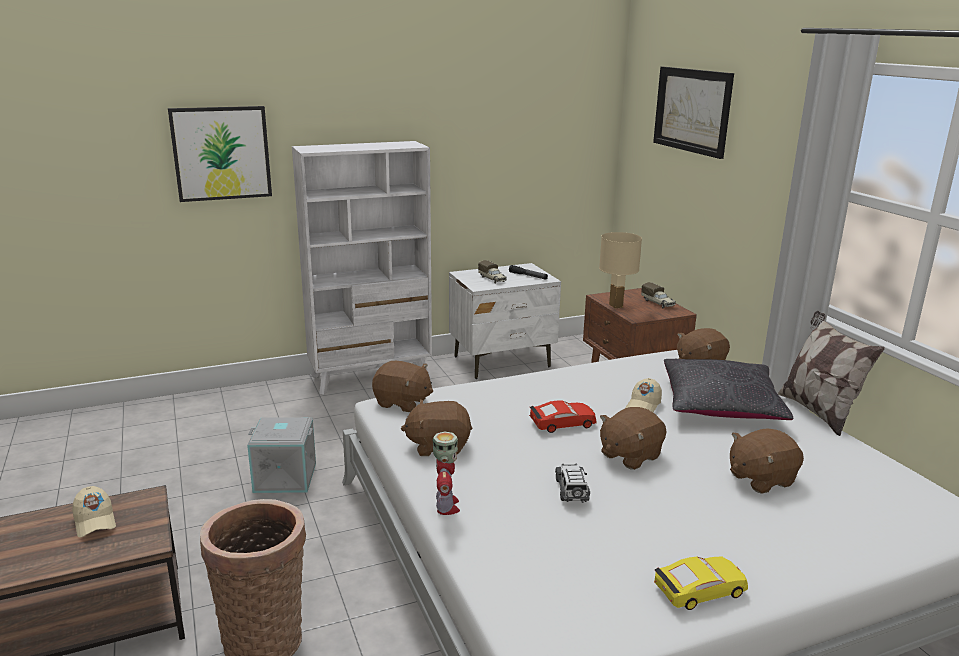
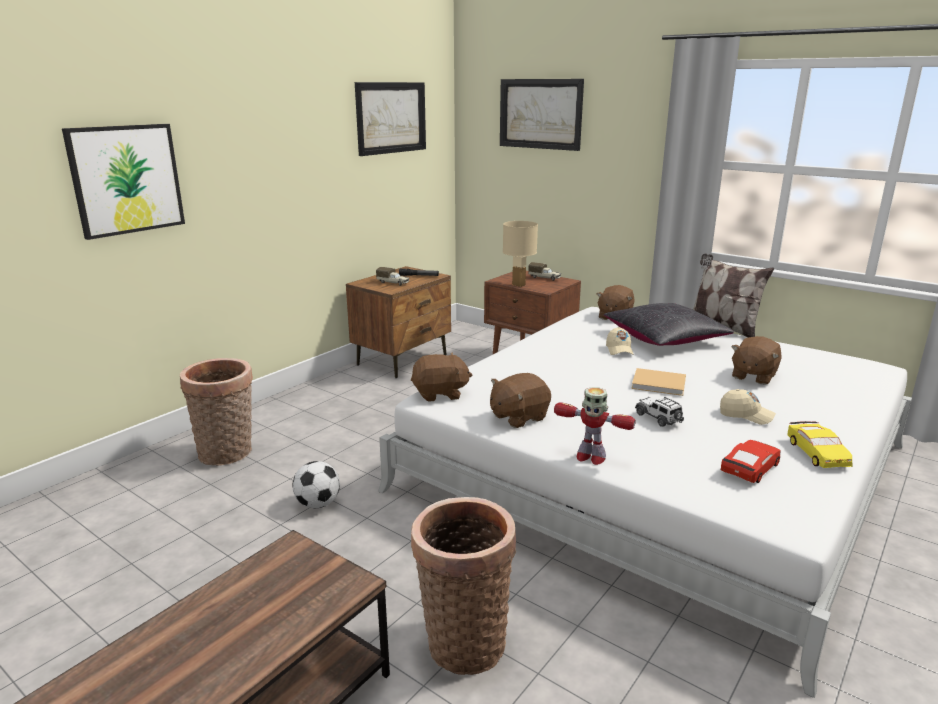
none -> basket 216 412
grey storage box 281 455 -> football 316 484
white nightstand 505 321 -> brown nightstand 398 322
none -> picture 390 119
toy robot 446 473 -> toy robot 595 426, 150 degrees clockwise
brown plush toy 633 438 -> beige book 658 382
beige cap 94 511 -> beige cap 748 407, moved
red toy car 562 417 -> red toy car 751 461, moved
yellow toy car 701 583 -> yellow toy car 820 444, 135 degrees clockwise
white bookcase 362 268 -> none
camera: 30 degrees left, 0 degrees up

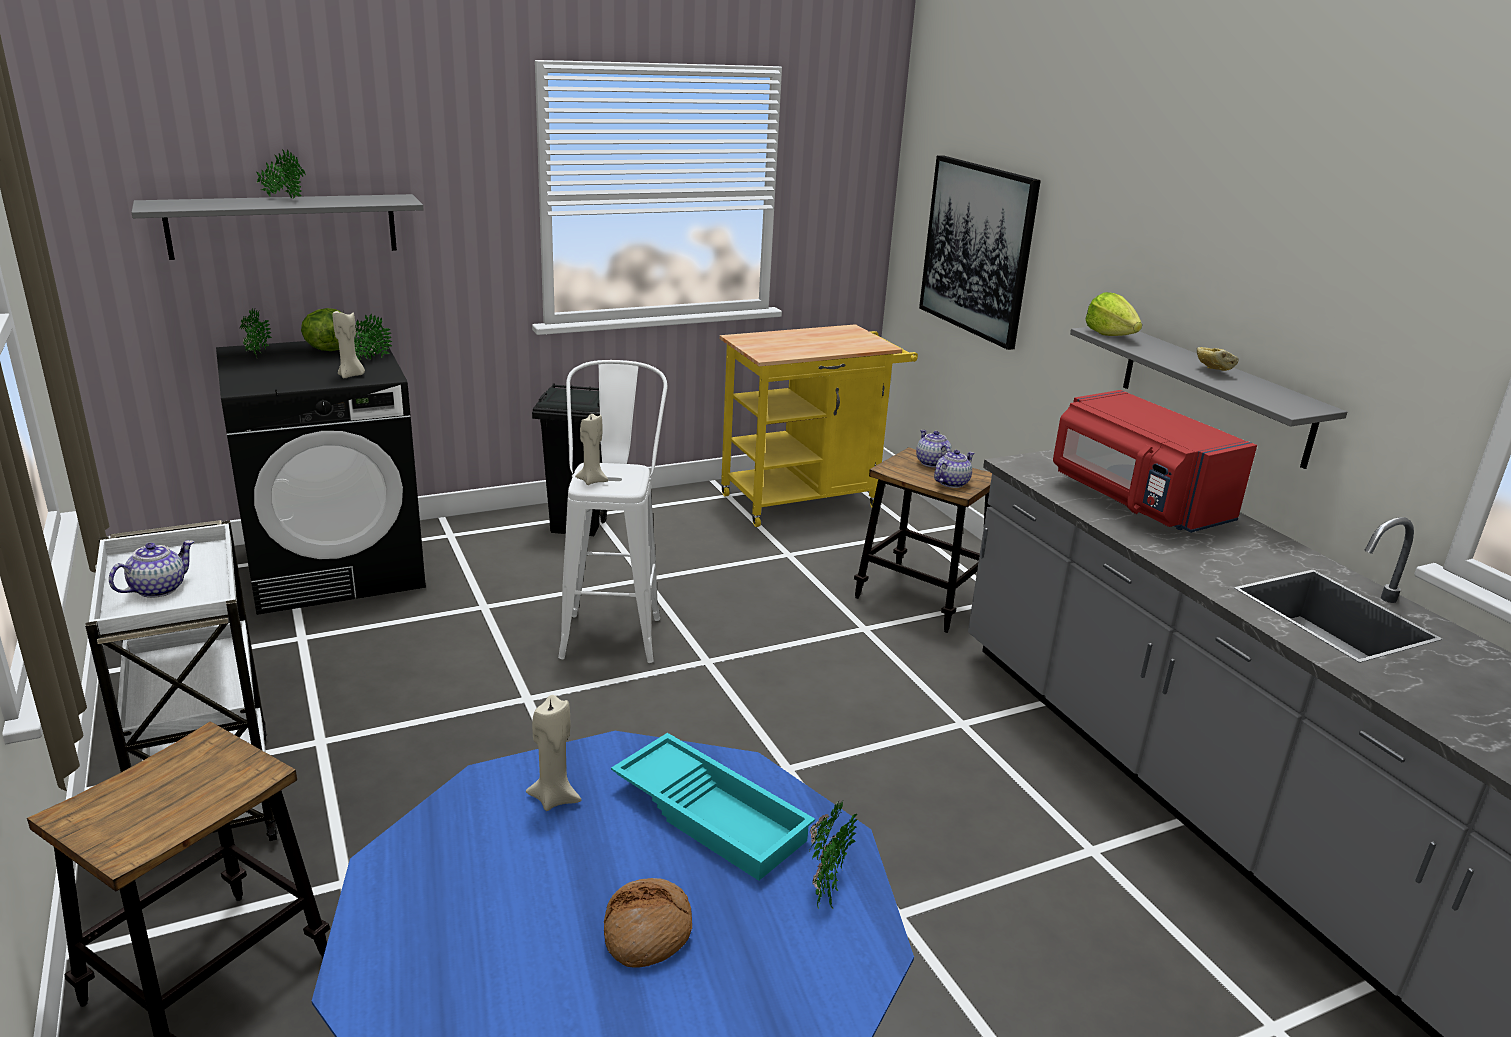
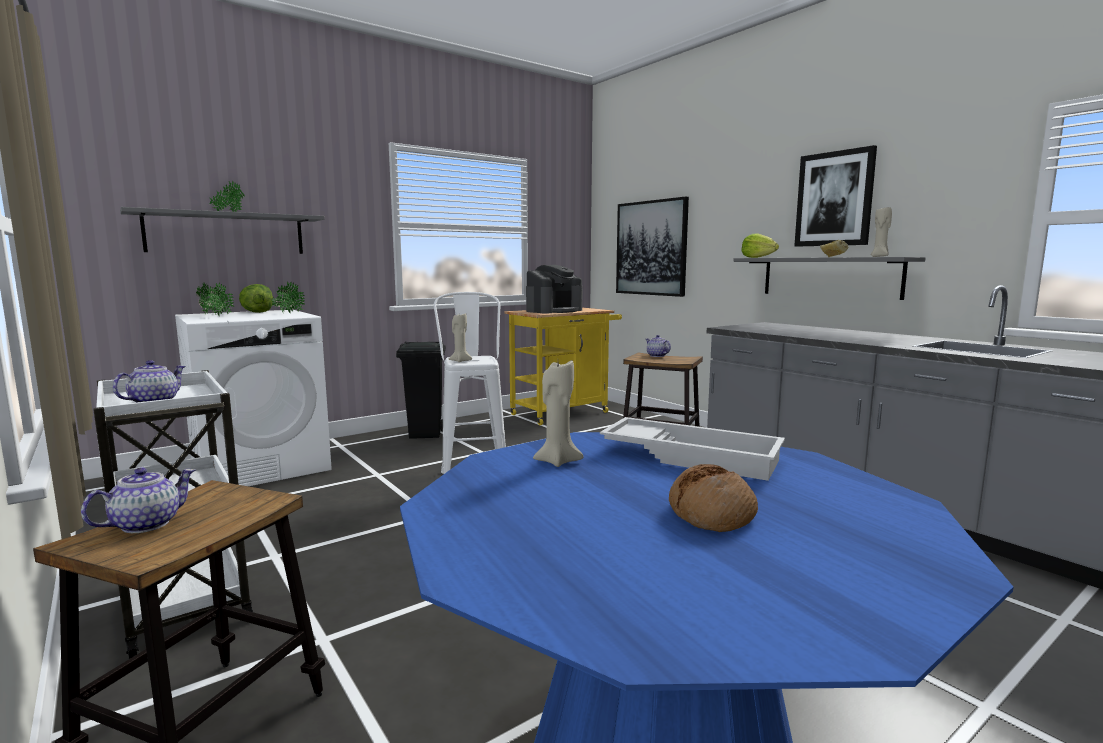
teapot 954 469 -> teapot 138 500, moved
black washing machine 321 475 -> white washing machine 253 398
potted plant 833 854 -> potted plant 219 299, moved
none -> coffee machine 554 289
turquoise tray 713 807 -> white tray 692 449
none -> picture 835 196
beige candle 348 344 -> beige candle 881 232, moved
red microwave 1155 461 -> none
camera: 10 degrees left, 15 degrees down

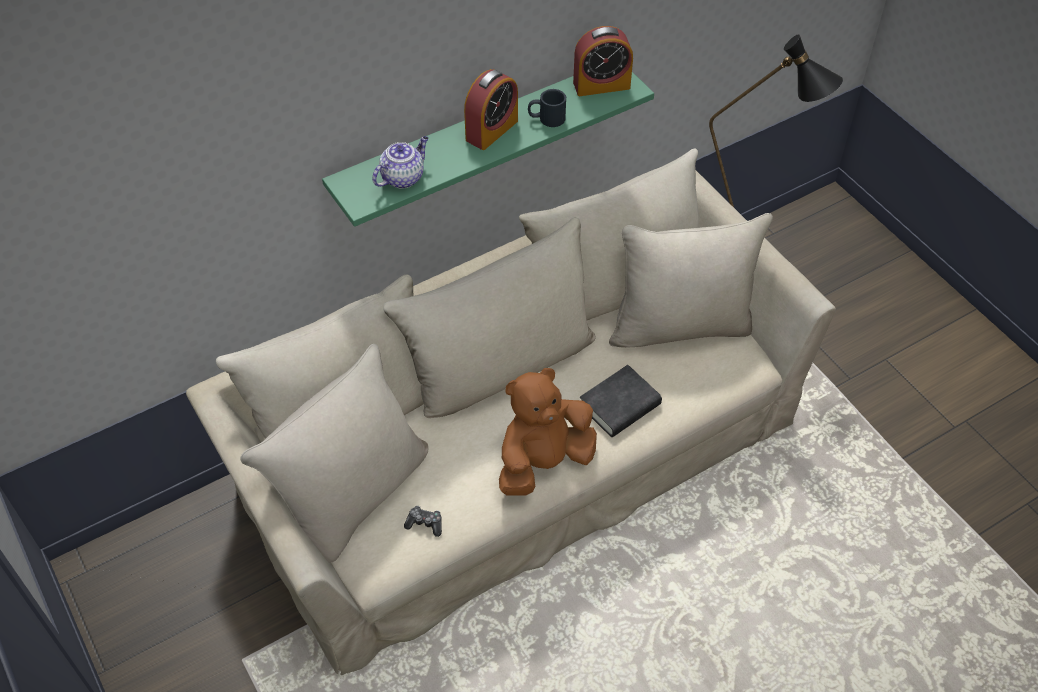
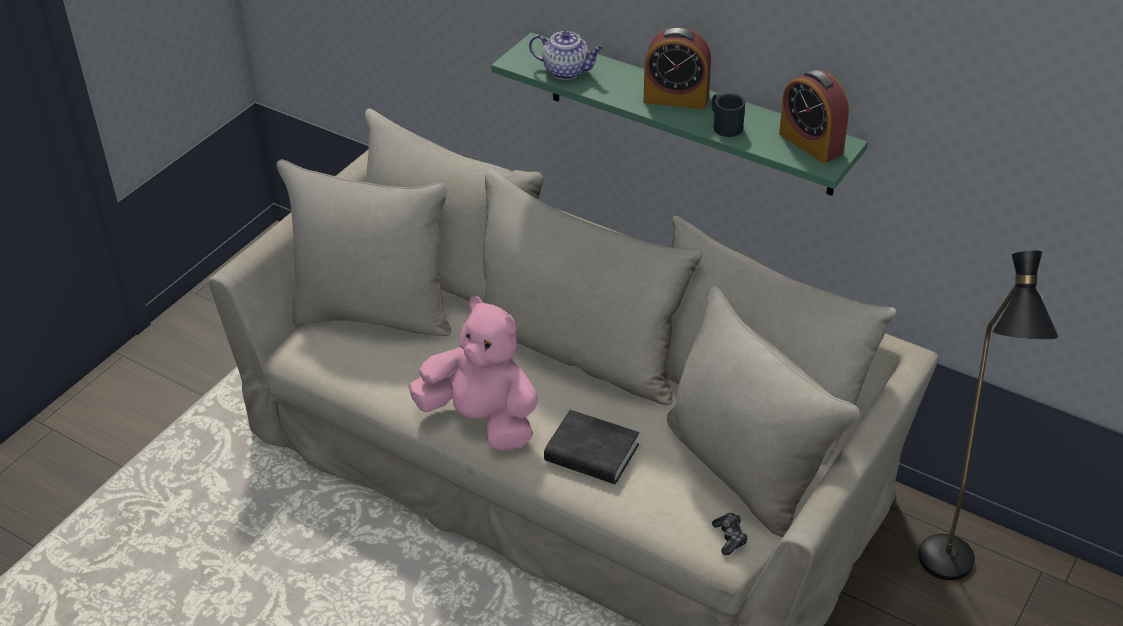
brown plush toy 548 432 -> pink plush toy 472 373
game controller 423 521 -> game controller 730 534, moved
camera: 65 degrees right, 10 degrees down

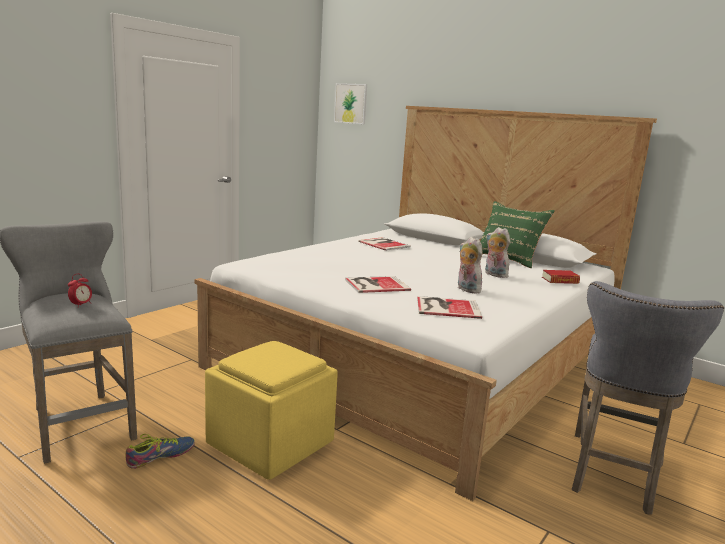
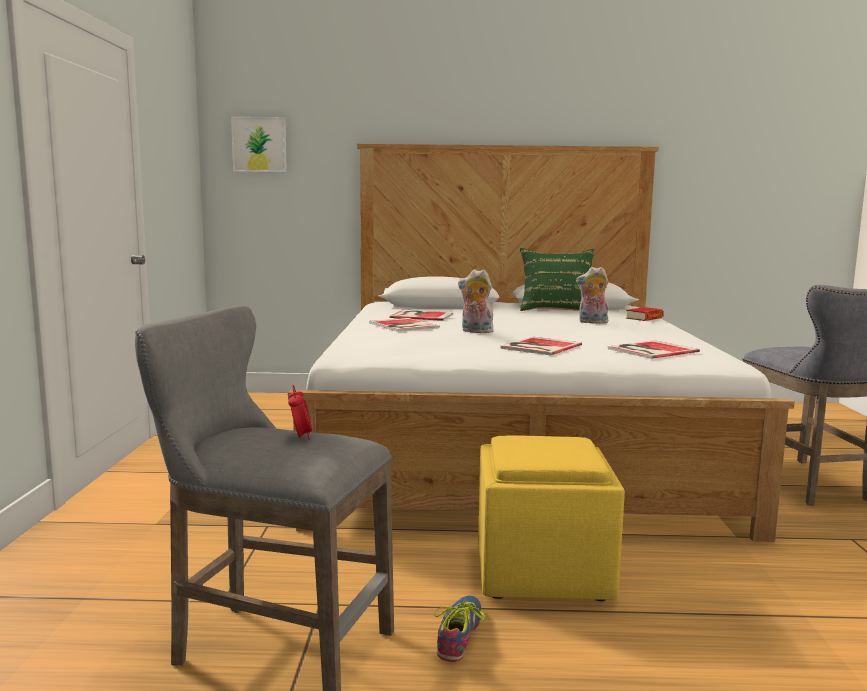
none -> book 404 325
plush toy 470 265 -> plush toy 476 301, moved
camera: 35 degrees left, 5 degrees down

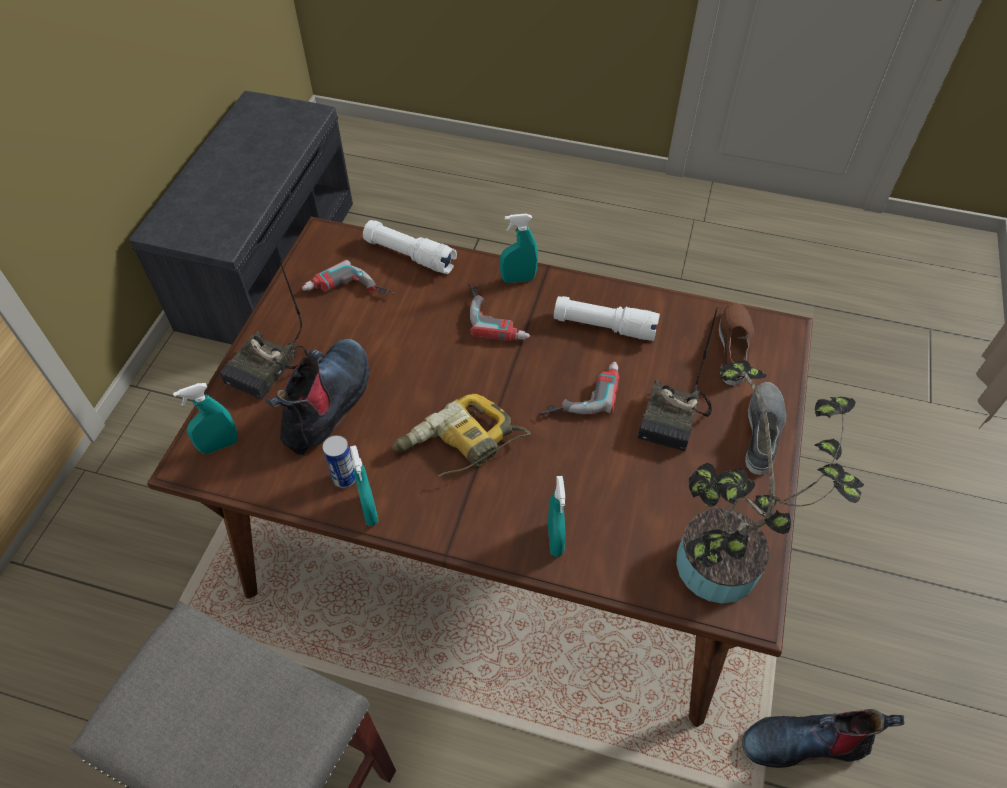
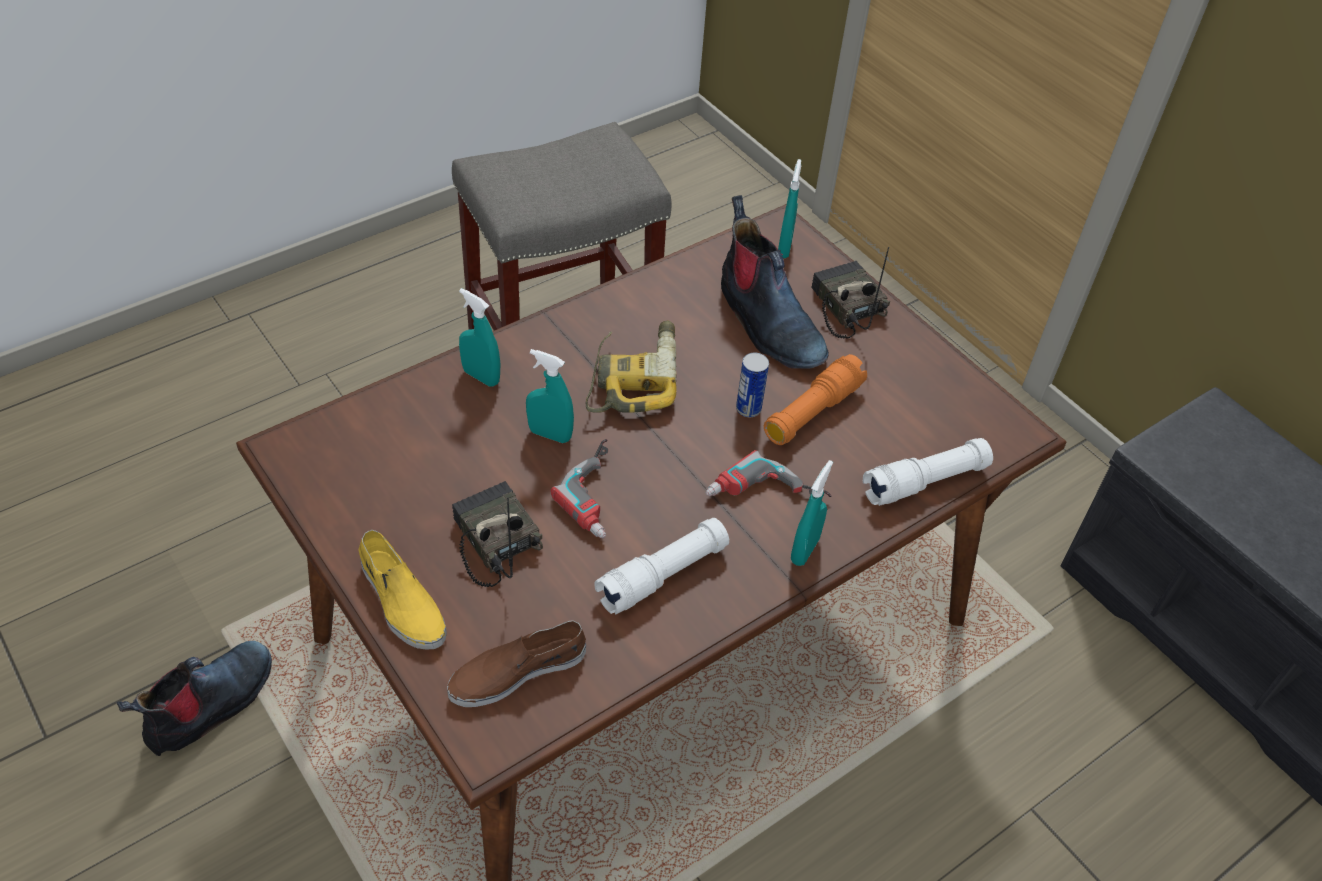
grey shoe 765 428 -> yellow shoe 402 589
brown shoe 736 344 -> brown shoe 516 663, 105 degrees clockwise
turquoise spray bottle 364 485 -> turquoise spray bottle 550 396, moved
can 339 461 -> can 752 384, moved
none -> orange flashlight 815 399
power drill 348 277 -> none
potted plant 770 482 -> none
camera: 125 degrees right, 5 degrees down

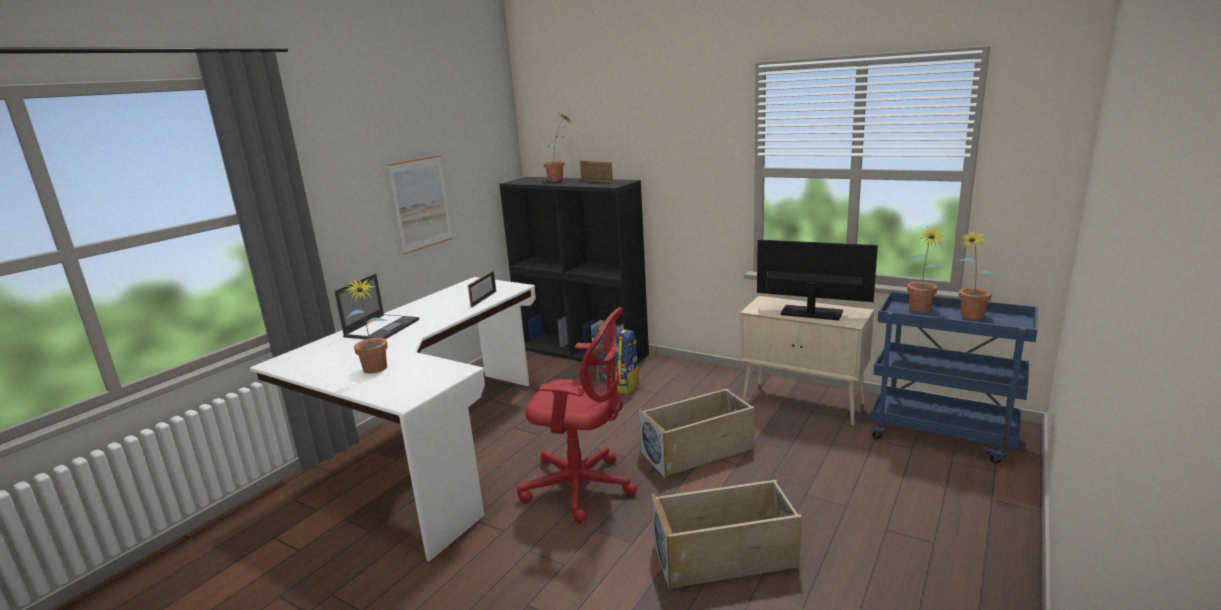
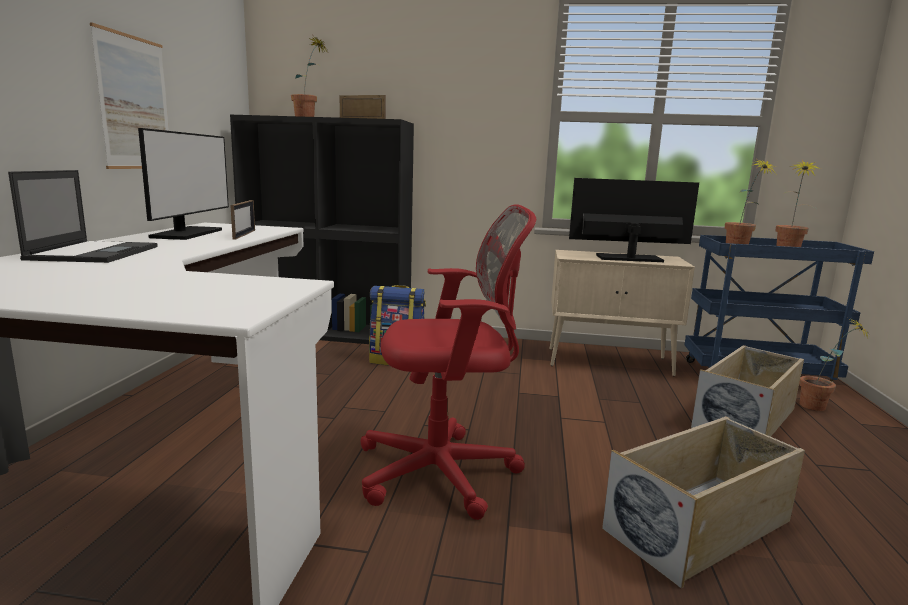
none -> monitor 183 184
beige storage box 697 433 -> beige storage box 747 391, moved
potted plant 366 326 -> potted plant 834 364, moved
camera: 25 degrees left, 5 degrees down

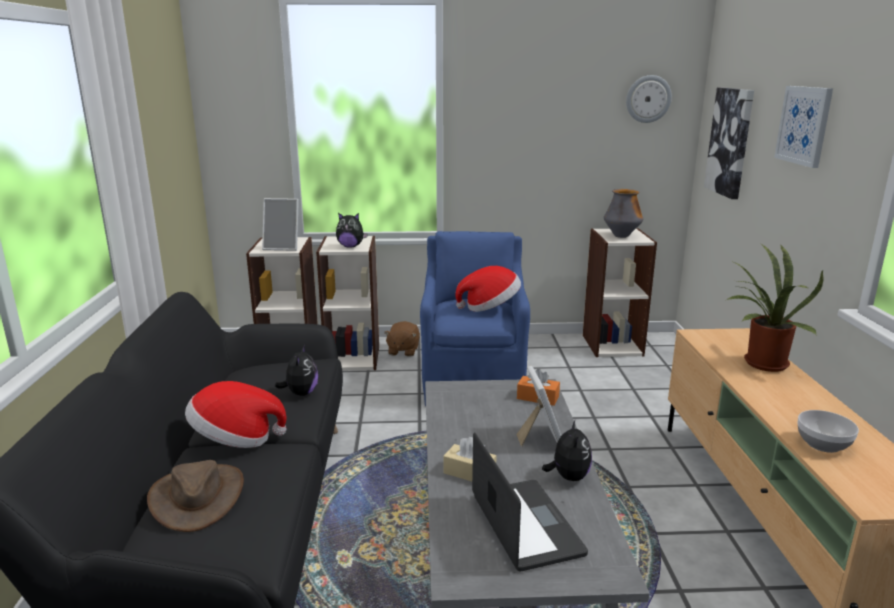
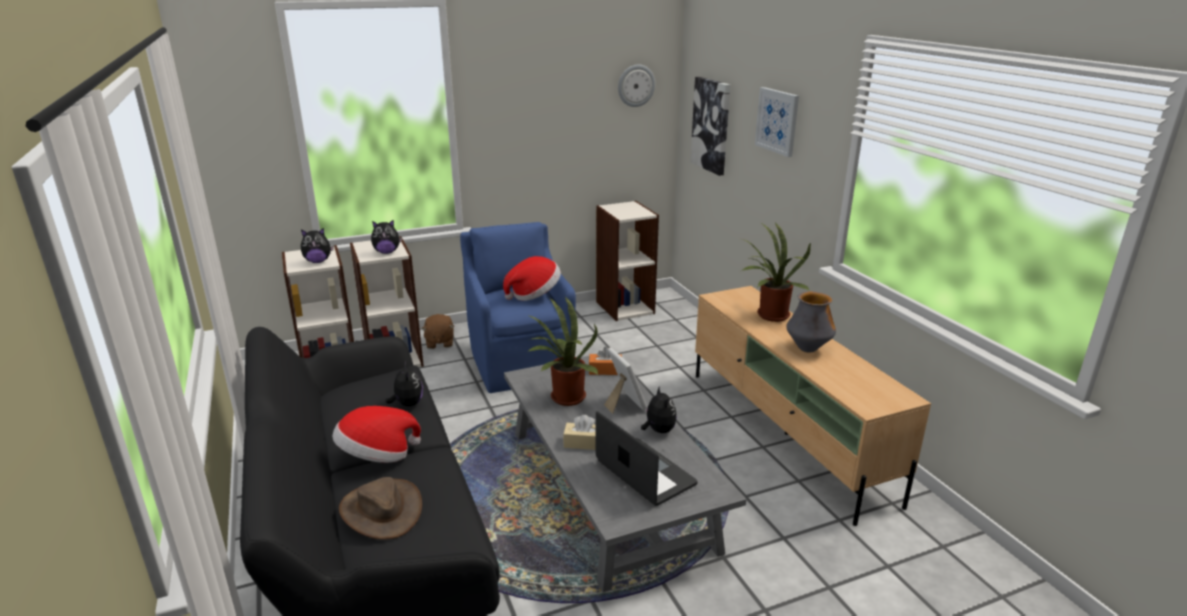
picture frame 280 224 -> plush toy 317 245
none -> potted plant 562 351
vase 623 213 -> vase 811 322, moved
bowl 828 431 -> none
camera: 20 degrees left, 5 degrees up

